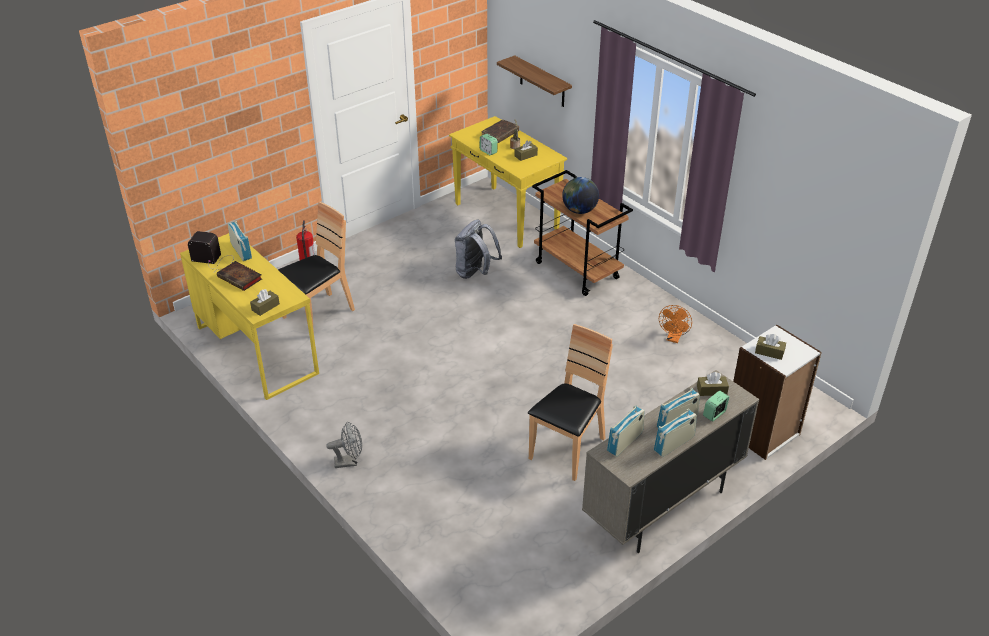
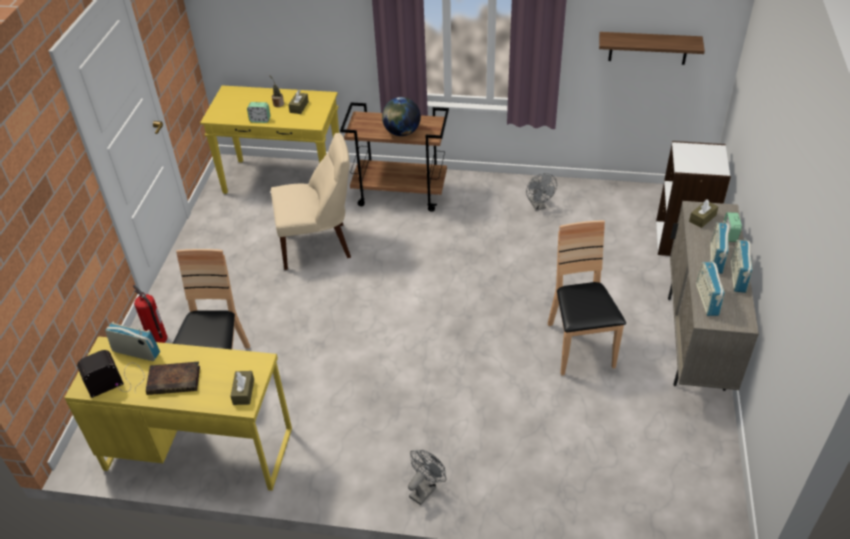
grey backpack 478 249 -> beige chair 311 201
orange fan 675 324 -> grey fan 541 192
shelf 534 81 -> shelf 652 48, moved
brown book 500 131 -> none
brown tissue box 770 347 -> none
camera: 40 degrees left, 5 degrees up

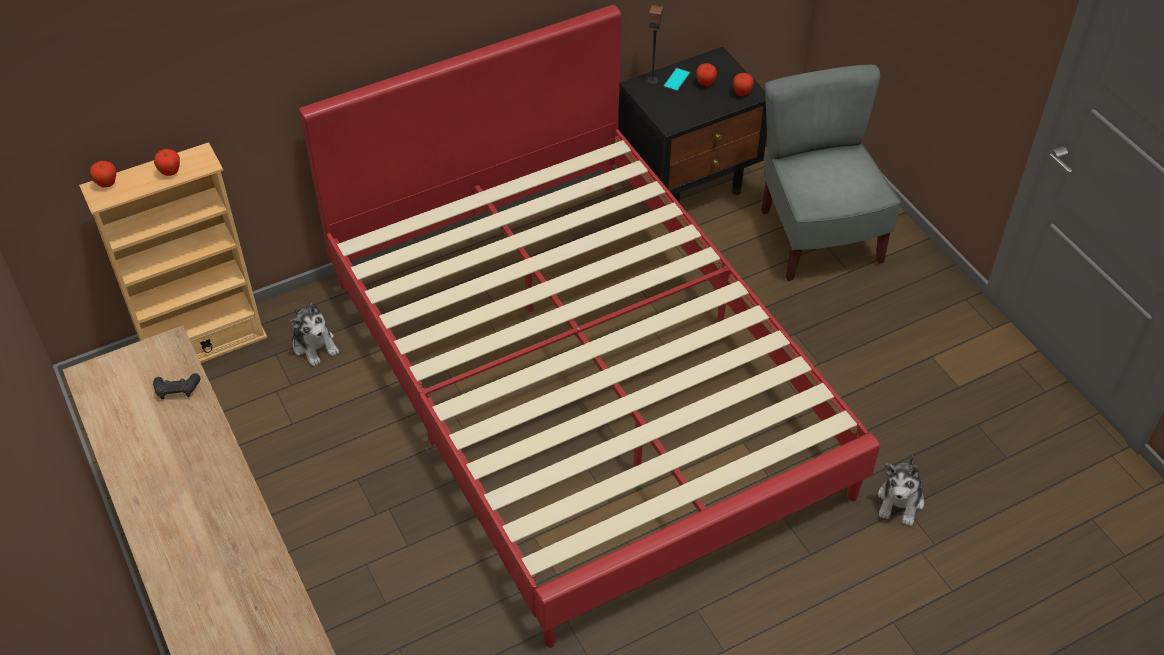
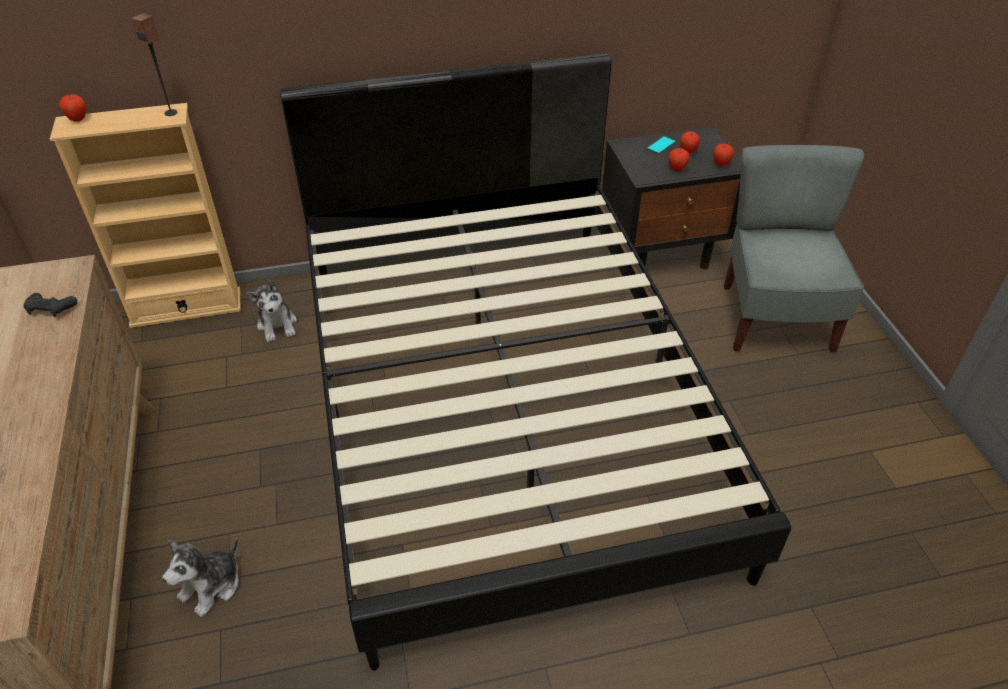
speaker 655 44 -> speaker 155 64, moved
plush toy 901 490 -> plush toy 200 577, moved
red bed 589 326 -> black bed 535 361
apple 167 162 -> apple 679 159, moved
camera: 15 degrees right, 5 degrees down

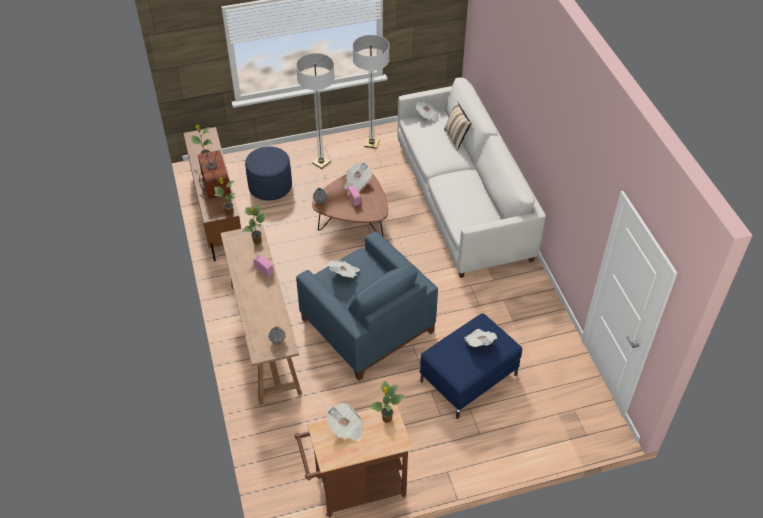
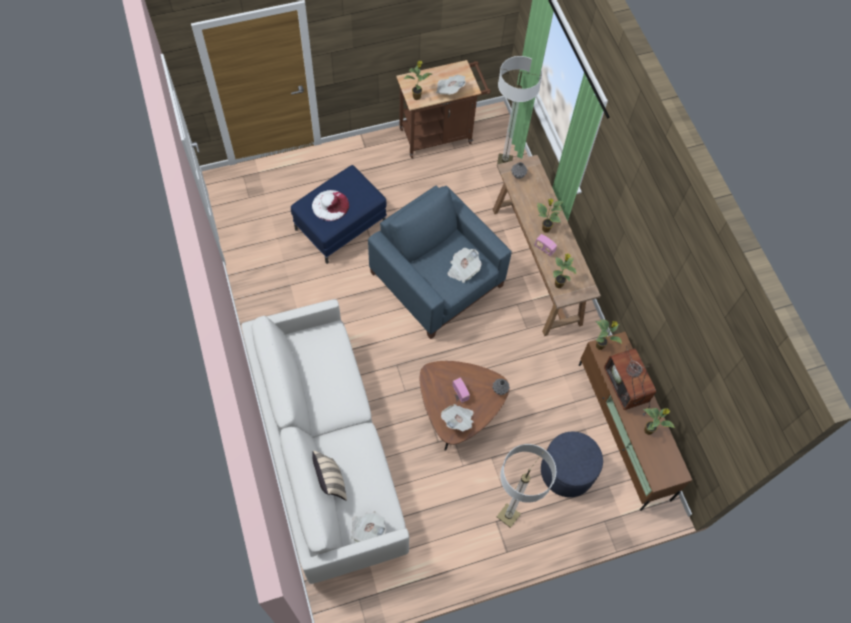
newspaper 480 338 -> white hat 330 205
floor lamp 370 92 -> floor lamp 520 110, moved
none -> potted plant 550 215
camera: 175 degrees right, 15 degrees up

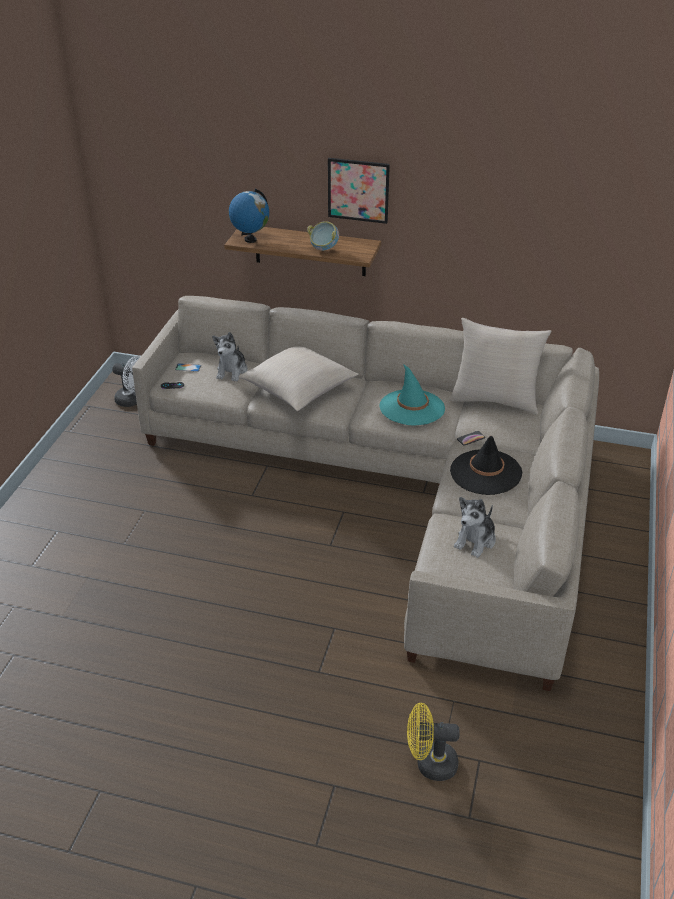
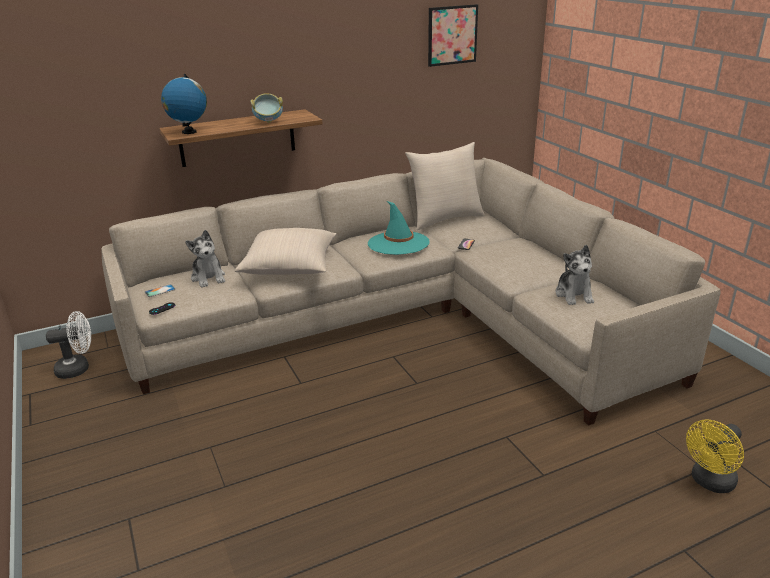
picture 359 191 -> picture 453 35, moved
black hat 486 465 -> none
camera: 40 degrees left, 10 degrees down

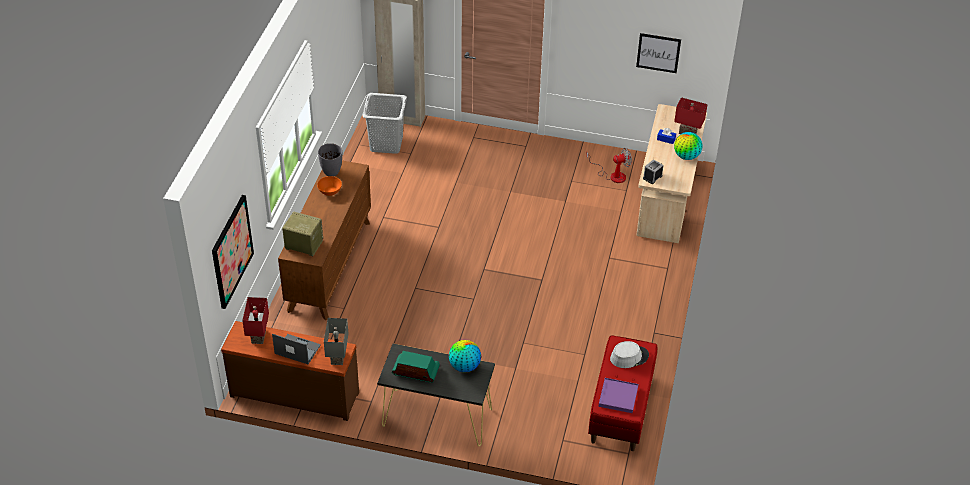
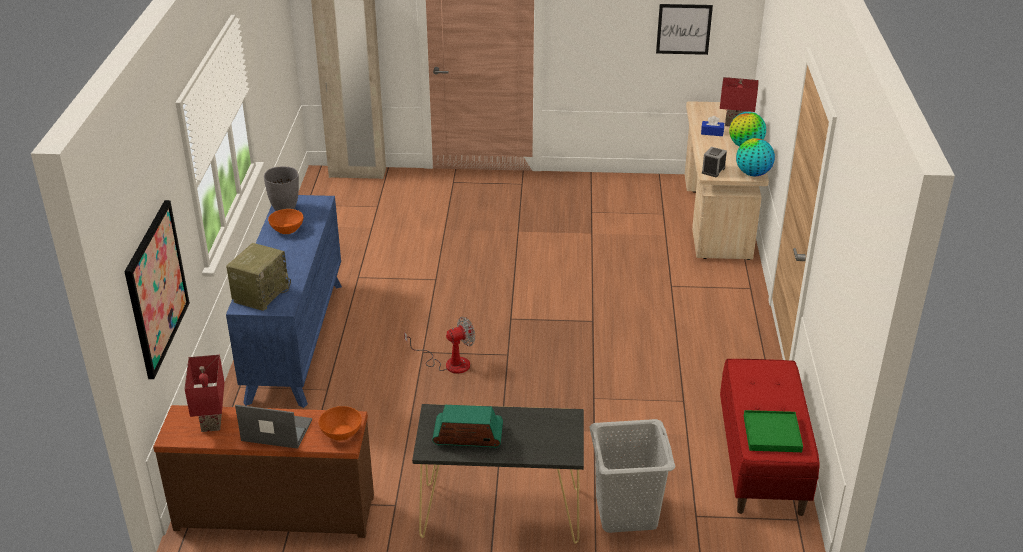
brown dresser 324 240 -> blue dresser 284 301
radio 302 234 -> radio 258 277, 105 degrees clockwise
grey table lamp 336 341 -> orange bowl 340 423
fan 609 165 -> fan 439 345, moved
grey laundry basket 384 123 -> grey laundry basket 632 476, moved
globe 465 356 -> globe 755 157, moved
purple tray 618 395 -> green tray 773 431
grey hat 629 354 -> none
camera: 10 degrees left, 10 degrees down

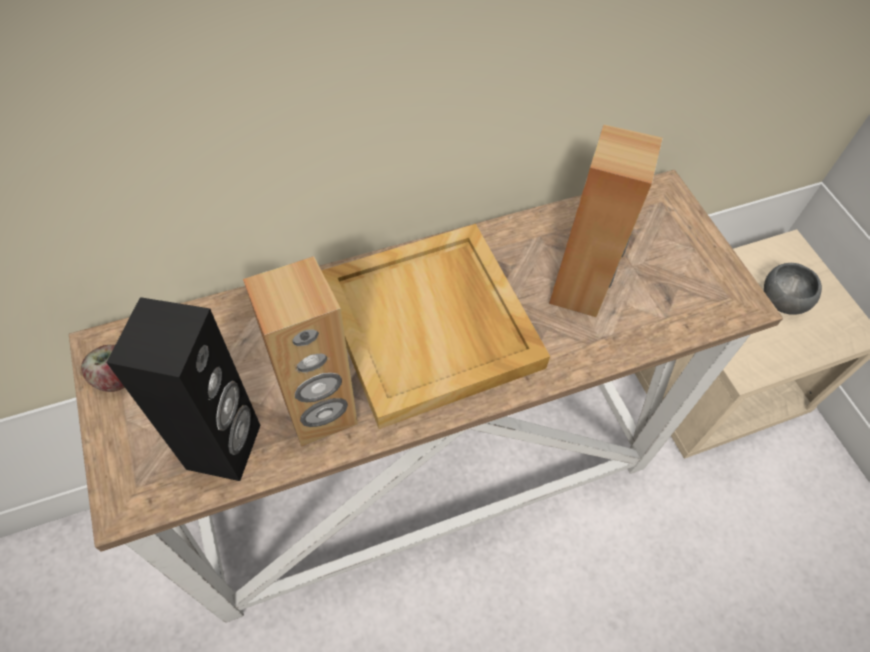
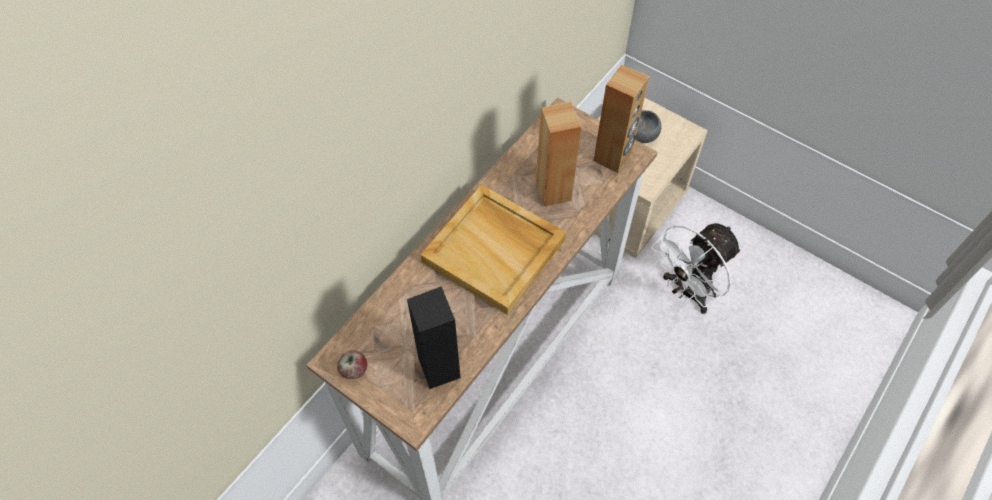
brown speaker 300 351 -> brown speaker 621 119, moved
none -> white fan 696 268
camera: 30 degrees left, 0 degrees up

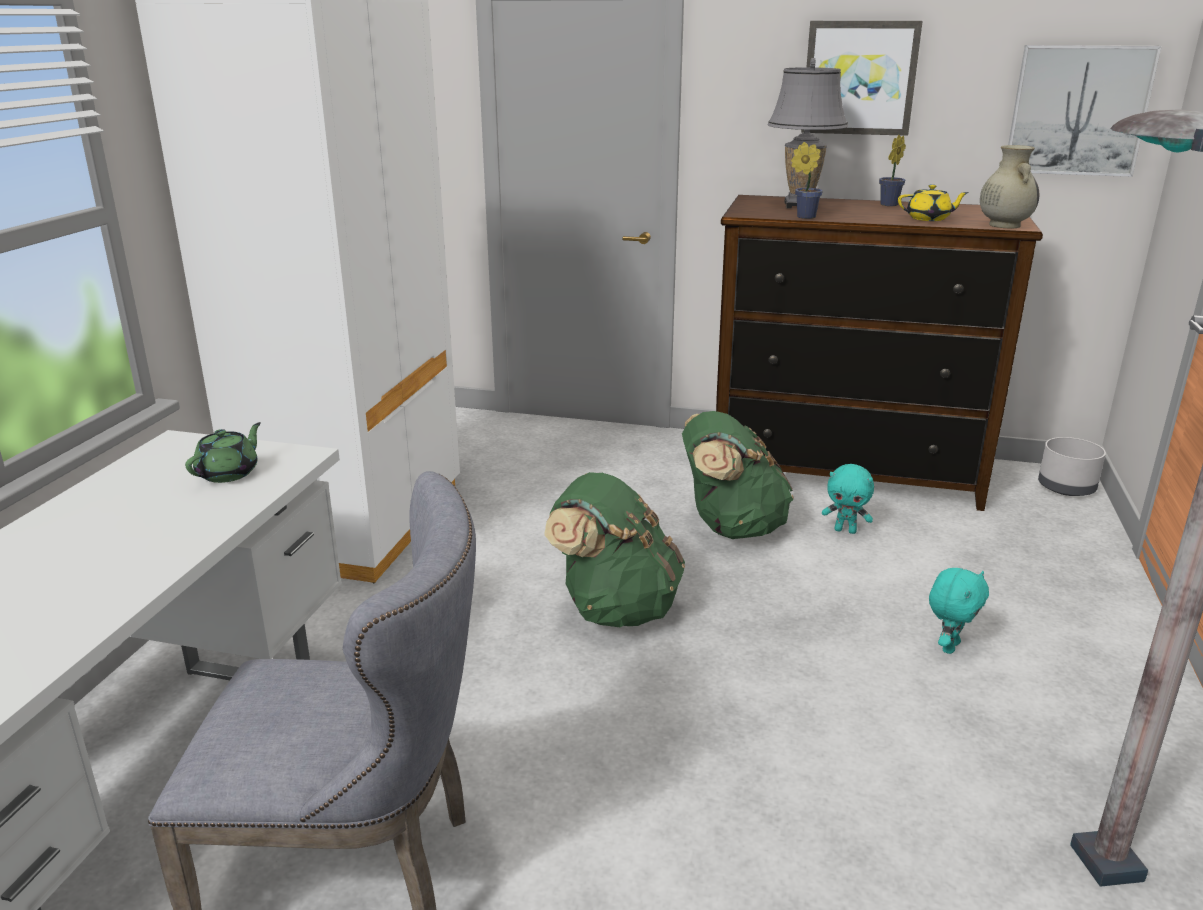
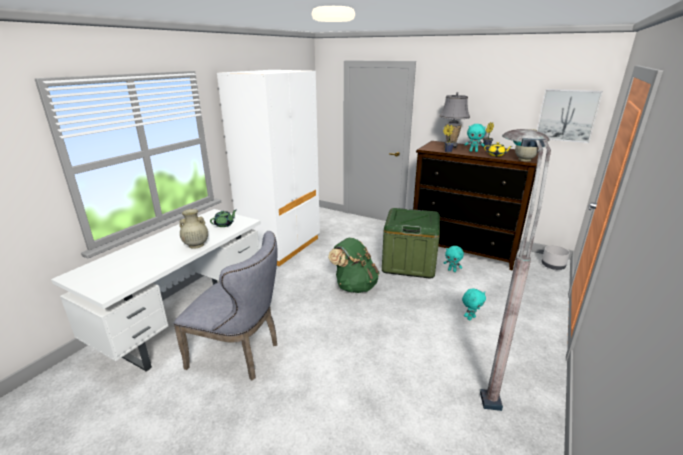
none -> beige vase 193 229
green backpack 738 475 -> green storage box 411 243
none -> turquoise plush toy 475 138
picture 862 78 -> none
camera: 15 degrees right, 0 degrees up

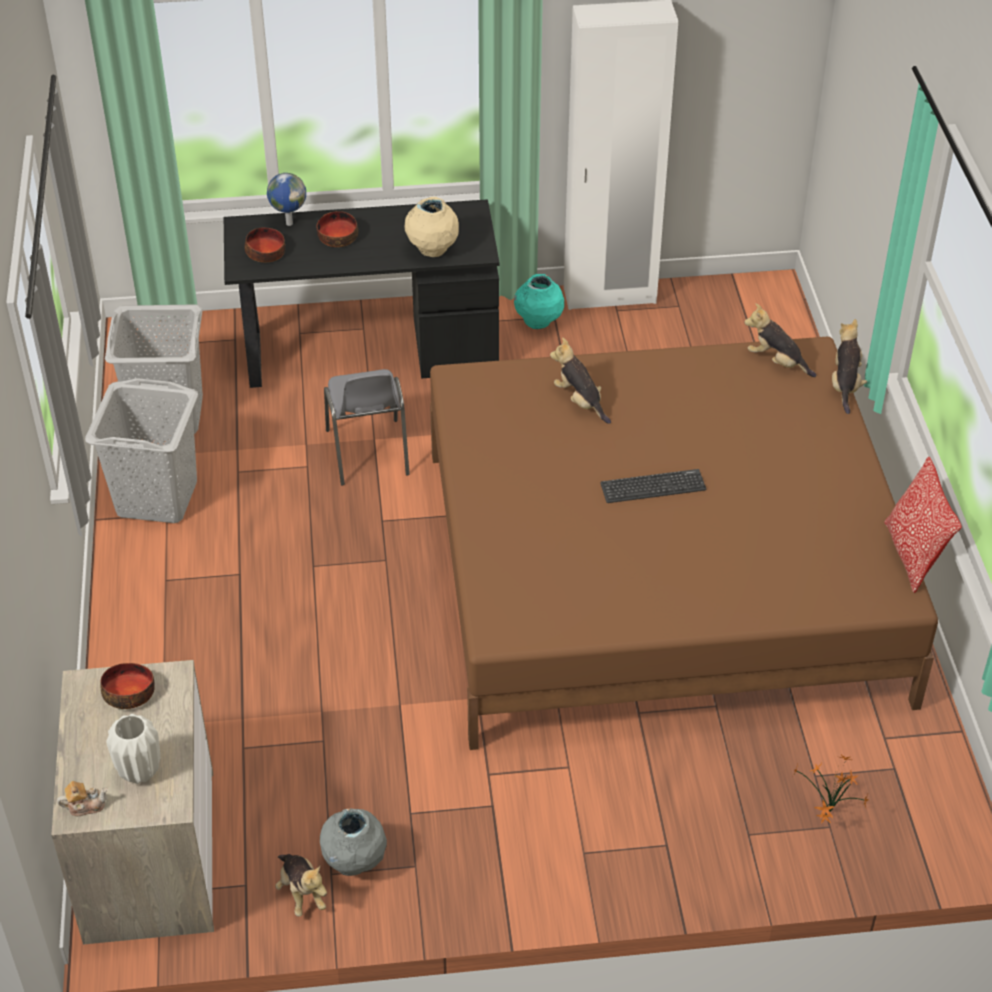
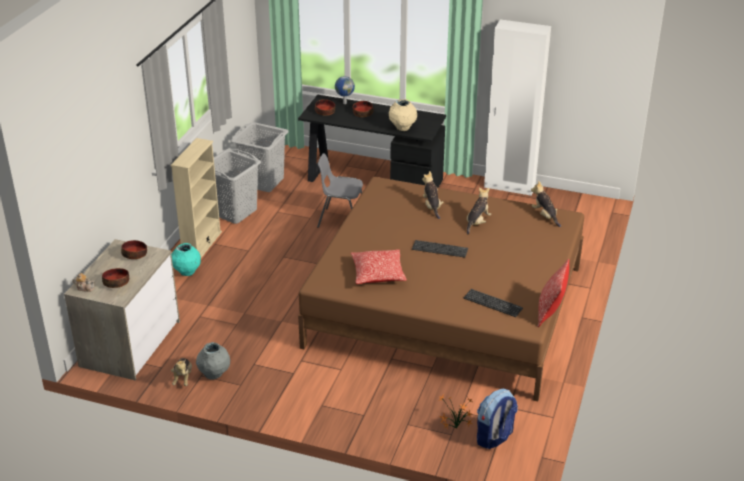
white vase 133 749 -> bowl 115 278
none -> beige bookcase 196 198
turquoise vase 539 301 -> turquoise vase 186 259, moved
grey chair 367 427 -> grey chair 340 190, 90 degrees clockwise
none -> pillow 379 266
none -> keyboard 493 303
plush toy 849 366 -> plush toy 479 210, moved
none -> backpack 497 418
camera: 25 degrees right, 10 degrees down

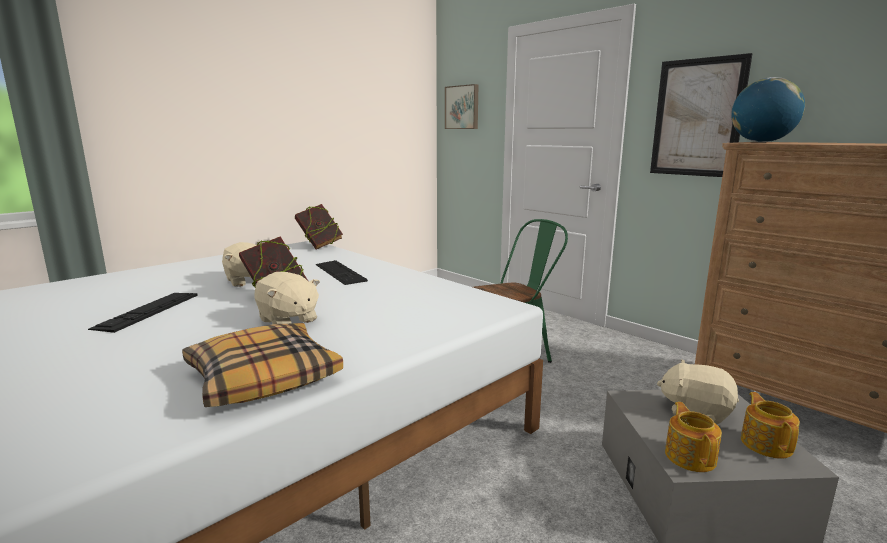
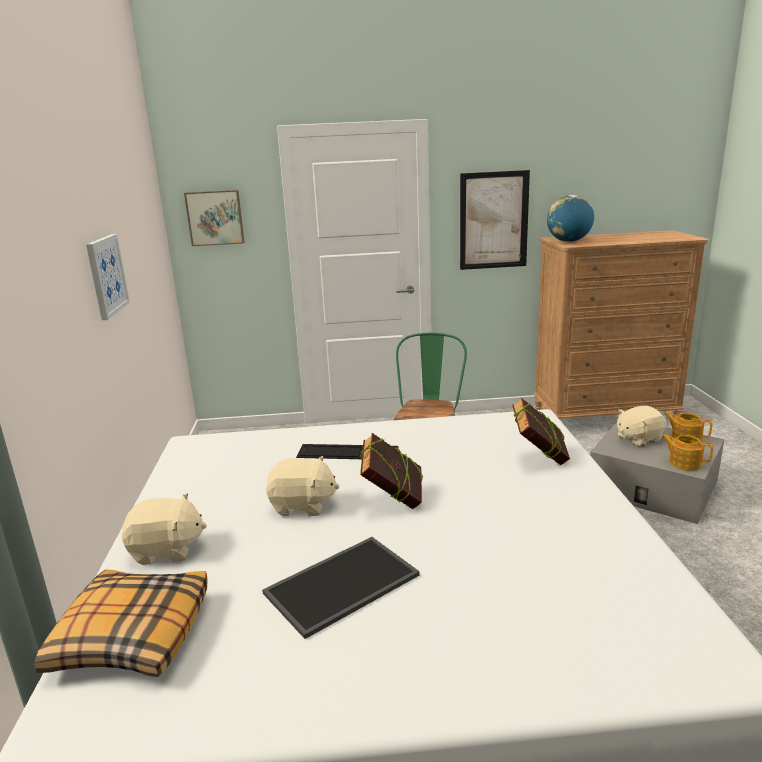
pillow 262 365 -> pillow 121 623, moved
none -> picture 108 277
beige plush toy 287 298 -> beige plush toy 164 529, moved
keyboard 143 313 -> tray 341 588
book 319 226 -> book 541 431, moved
camera: 50 degrees left, 5 degrees up

